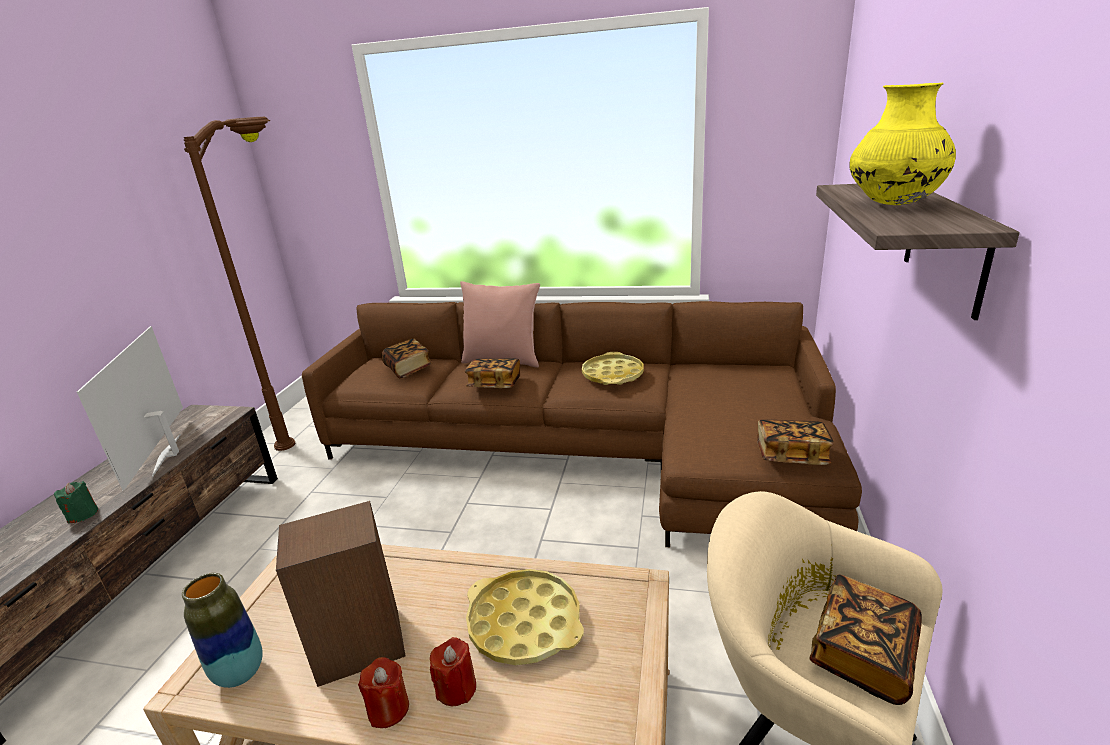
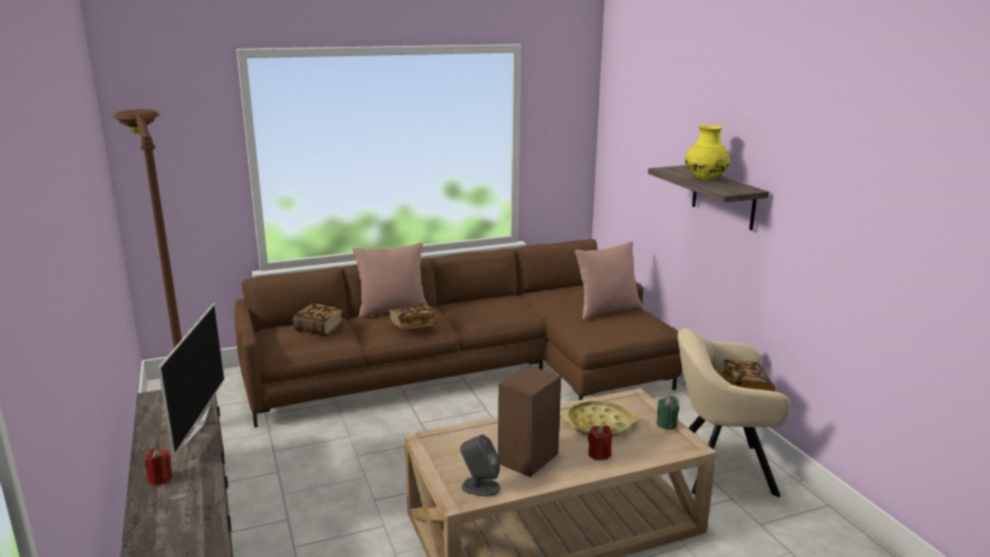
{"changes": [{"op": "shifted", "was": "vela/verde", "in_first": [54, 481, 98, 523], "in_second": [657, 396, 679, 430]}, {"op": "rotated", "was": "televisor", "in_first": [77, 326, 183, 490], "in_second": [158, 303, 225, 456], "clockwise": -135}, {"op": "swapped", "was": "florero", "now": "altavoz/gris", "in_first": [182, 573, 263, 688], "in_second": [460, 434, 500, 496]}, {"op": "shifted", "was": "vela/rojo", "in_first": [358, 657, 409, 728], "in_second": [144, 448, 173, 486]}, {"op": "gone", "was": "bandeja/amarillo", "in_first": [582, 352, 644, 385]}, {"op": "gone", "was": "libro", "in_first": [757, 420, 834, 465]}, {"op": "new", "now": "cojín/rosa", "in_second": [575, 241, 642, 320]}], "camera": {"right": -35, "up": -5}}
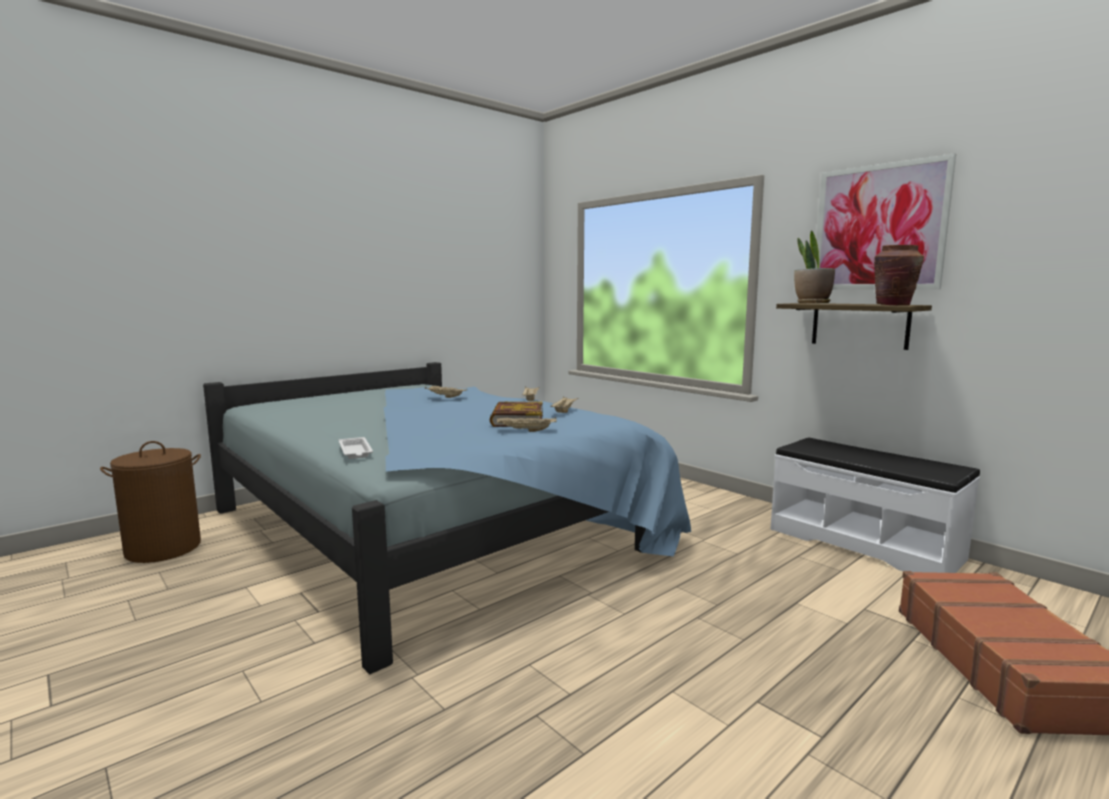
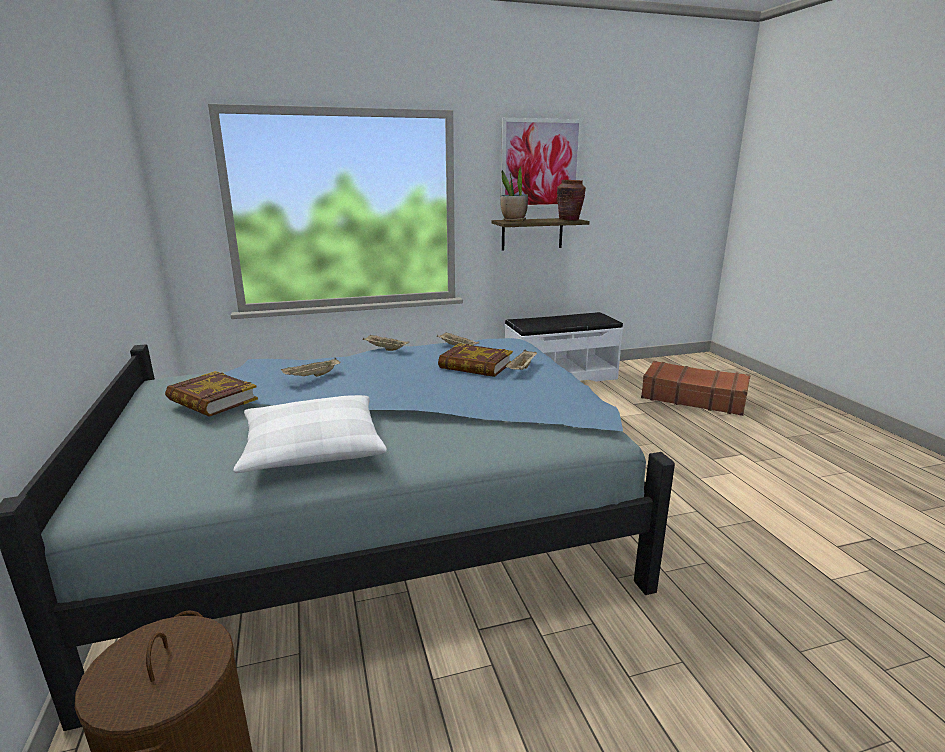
{"changes": [{"op": "gone", "was": "bandeja/blanco", "in_first": [339, 437, 373, 459]}, {"op": "new", "now": "libro", "in_second": [165, 371, 258, 417]}, {"op": "new", "now": "cojín/blanco", "in_second": [233, 395, 387, 473]}], "camera": {"right": -65, "up": 10}}
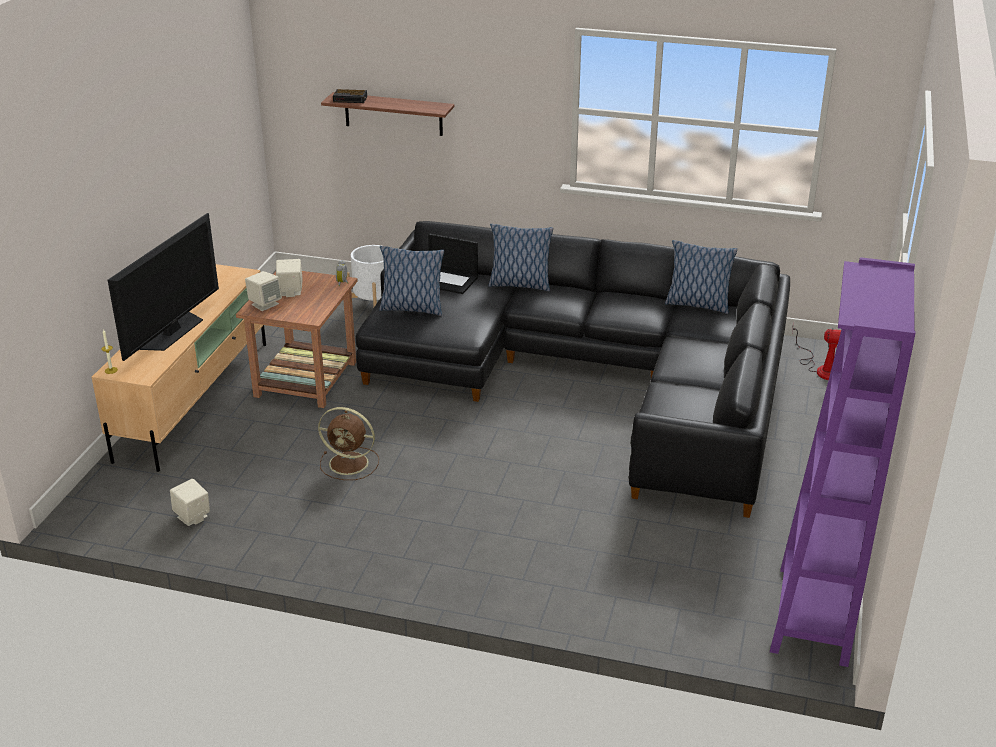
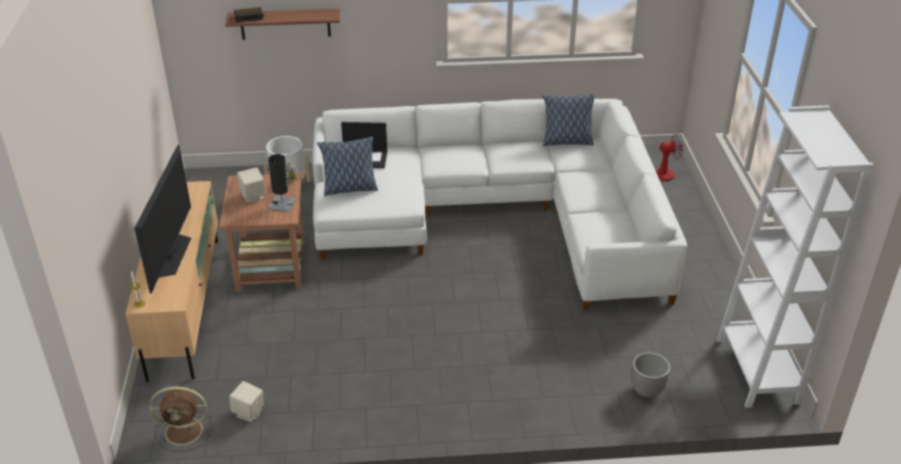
{"changes": [{"op": "gone", "was": "altavoz/beis", "in_first": [245, 271, 282, 311]}, {"op": "shifted", "was": "ventilador/marrón", "in_first": [318, 407, 379, 480], "in_second": [150, 386, 212, 452]}, {"op": "repainted", "was": "sofá/negro", "now": "sofá/blanco", "in_first": [355, 221, 790, 518], "in_second": [313, 99, 687, 310]}, {"op": "gone", "was": "cojín", "in_first": [488, 224, 553, 291]}, {"op": "repainted", "was": "estantería/morado", "now": "estantería/blanco", "in_first": [770, 257, 915, 667], "in_second": [717, 106, 874, 408]}, {"op": "new", "now": "lámpara de mesa/negro", "in_second": [268, 154, 296, 212]}, {"op": "new", "now": "maceta", "in_second": [631, 352, 670, 398]}], "camera": {"right": -20, "up": 5}}
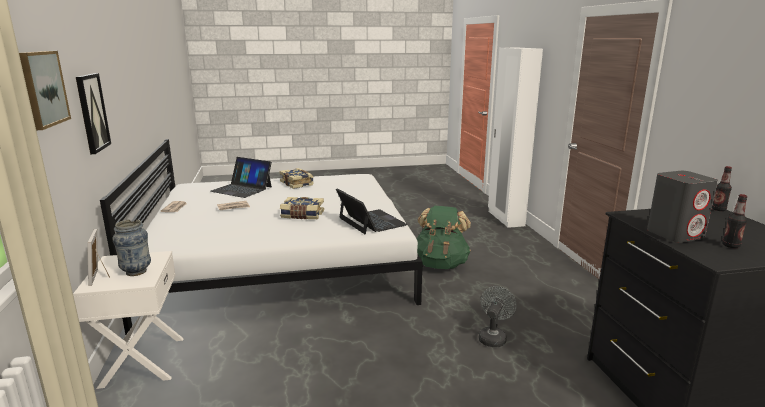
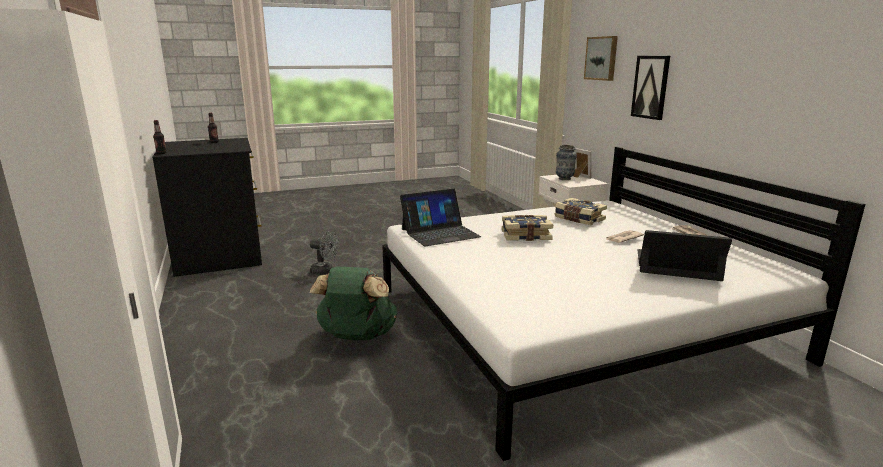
{"changes": [{"op": "shifted", "was": "libro", "in_first": [279, 168, 314, 189], "in_second": [554, 198, 607, 225]}, {"op": "rotated", "was": "portátil", "in_first": [336, 188, 408, 234], "in_second": [400, 189, 481, 247], "clockwise": -75}, {"op": "rotated", "was": "ventilador/gris", "in_first": [479, 286, 516, 347], "in_second": [310, 231, 339, 275], "clockwise": -90}, {"op": "gone", "was": "altavoz/gris", "in_first": [647, 171, 718, 243]}], "camera": {"right": 170, "up": 0}}
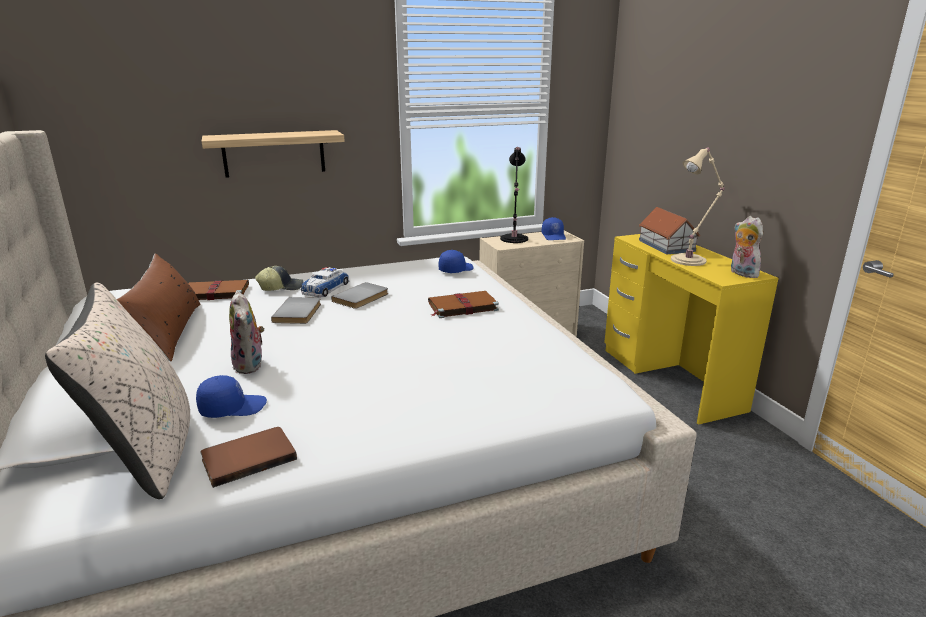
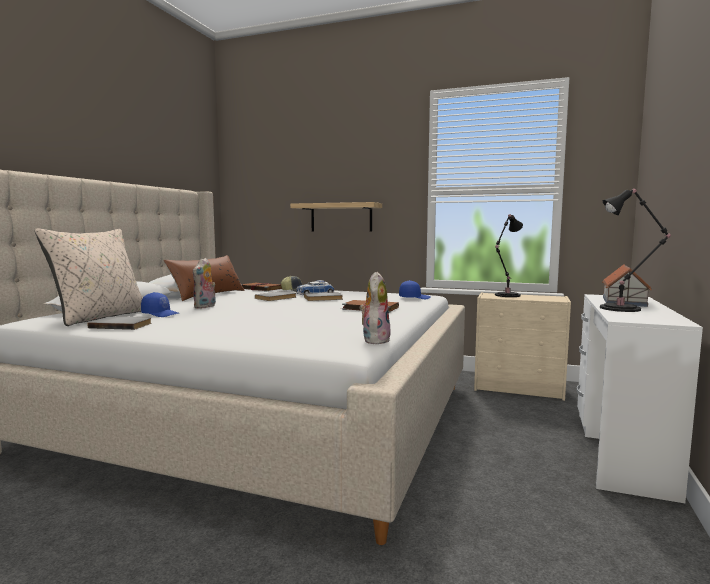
{"changes": [{"op": "repainted", "was": "libro/marrón", "now": "libro/gris", "in_first": [200, 427, 297, 488], "in_second": [87, 316, 152, 330]}, {"op": "gone", "was": "gorra/azul", "in_first": [542, 217, 566, 240]}, {"op": "repainted", "was": "escritorio/amarillo", "now": "escritorio/blanco", "in_first": [604, 234, 779, 425], "in_second": [577, 294, 703, 503]}, {"op": "repainted", "was": "lámpara de mesa/beis", "now": "lámpara de mesa/negro", "in_first": [671, 147, 725, 266], "in_second": [600, 189, 671, 312]}, {"op": "shifted", "was": "peluche", "in_first": [731, 216, 763, 278], "in_second": [360, 272, 391, 344]}], "camera": {"right": 40, "up": -15}}
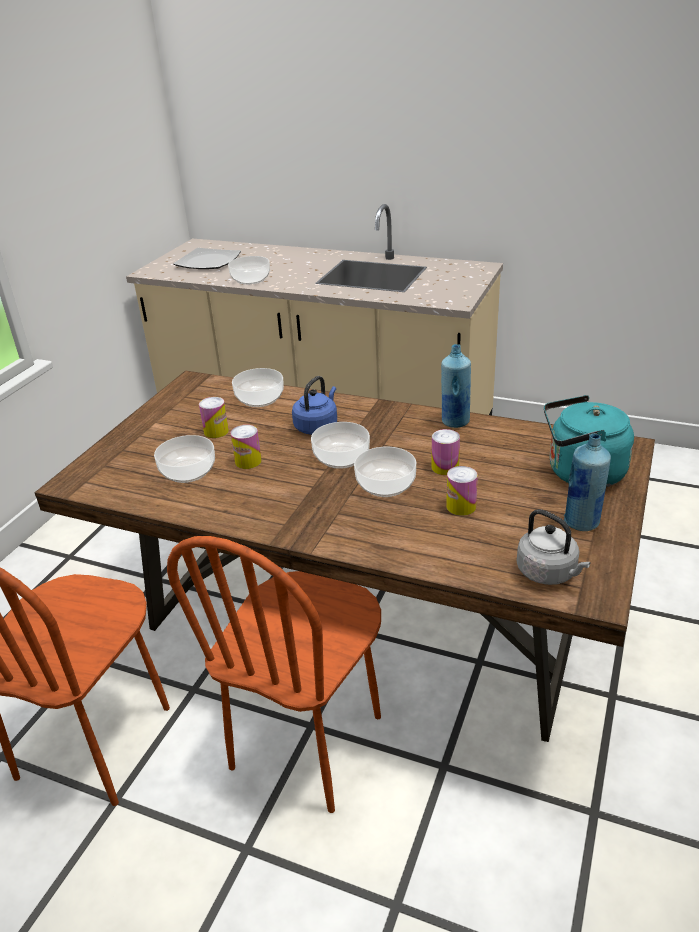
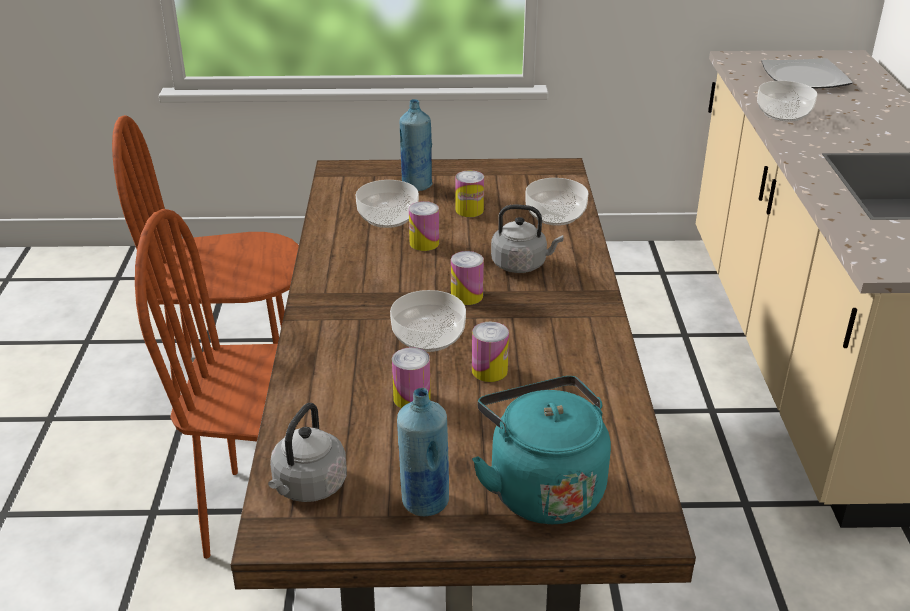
{"changes": [{"op": "repainted", "was": "hervidor/azul", "now": "hervidor/gris", "in_first": [292, 376, 337, 435], "in_second": [491, 205, 563, 273]}, {"op": "swapped", "was": "cuenco", "now": "lata", "in_first": [311, 422, 370, 469], "in_second": [451, 251, 484, 305]}, {"op": "shifted", "was": "botella/azul", "in_first": [441, 344, 471, 428], "in_second": [400, 99, 432, 191]}], "camera": {"right": 65, "up": 0}}
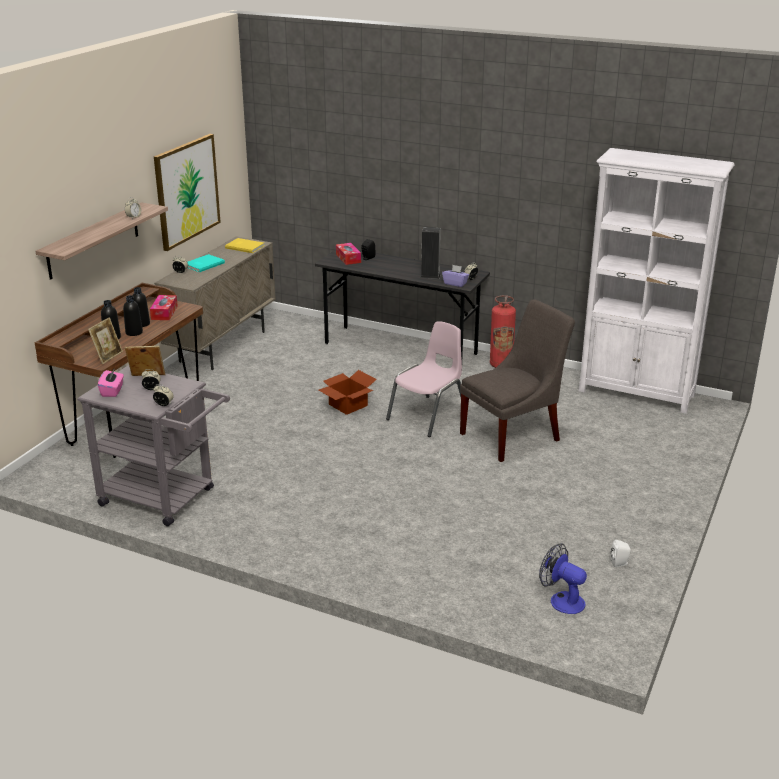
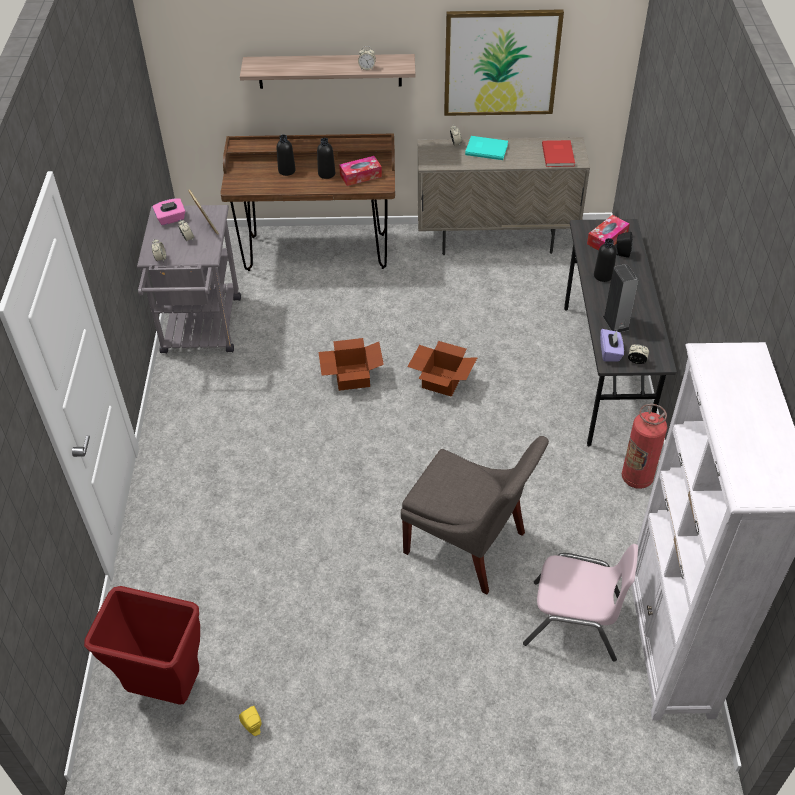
{"changes": [{"op": "gone", "was": "portarretratos", "in_first": [88, 317, 123, 364]}, {"op": "shifted", "was": "botella/negro", "in_first": [123, 295, 143, 336], "in_second": [594, 238, 616, 282]}, {"op": "repainted", "was": "libro/amarillo", "now": "libro/rojo", "in_first": [225, 238, 264, 253], "in_second": [542, 140, 575, 167]}, {"op": "shifted", "was": "silla/rosa", "in_first": [386, 321, 462, 437], "in_second": [523, 544, 638, 662]}, {"op": "swapped", "was": "ventilador", "now": "papelera/rojo", "in_first": [539, 543, 587, 614], "in_second": [84, 586, 200, 705]}, {"op": "repainted", "was": "altavoz/blanco", "now": "altavoz/amarillo", "in_first": [610, 540, 631, 567], "in_second": [239, 706, 262, 736]}, {"op": "new", "now": "caja de cartón", "in_second": [318, 338, 384, 391]}], "camera": {"right": 65, "up": 20}}
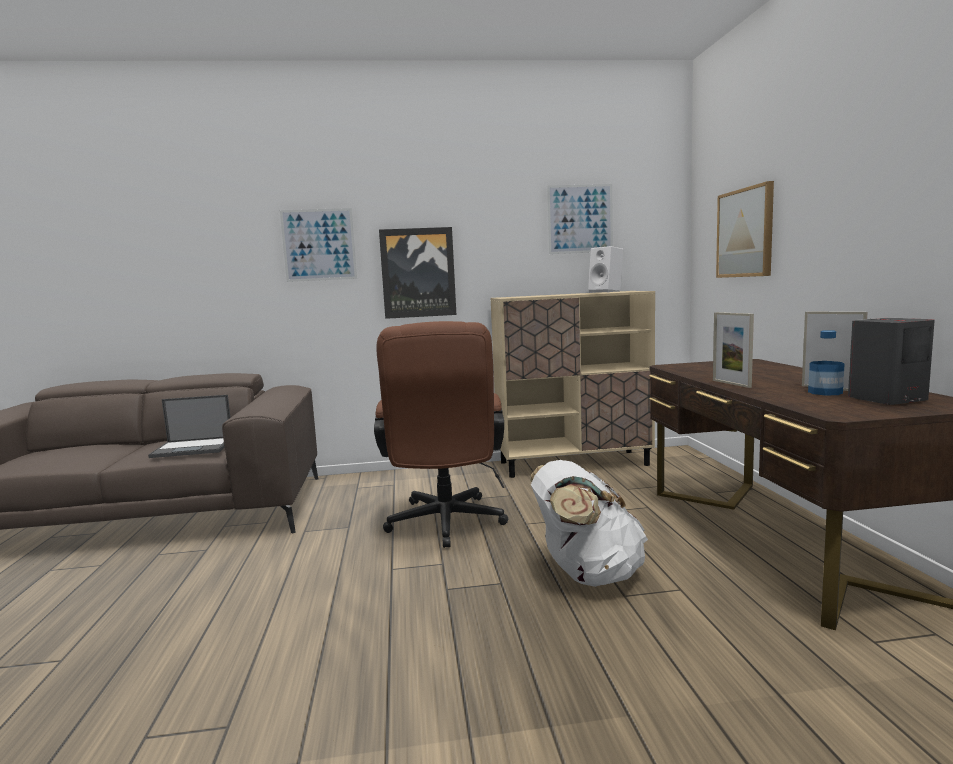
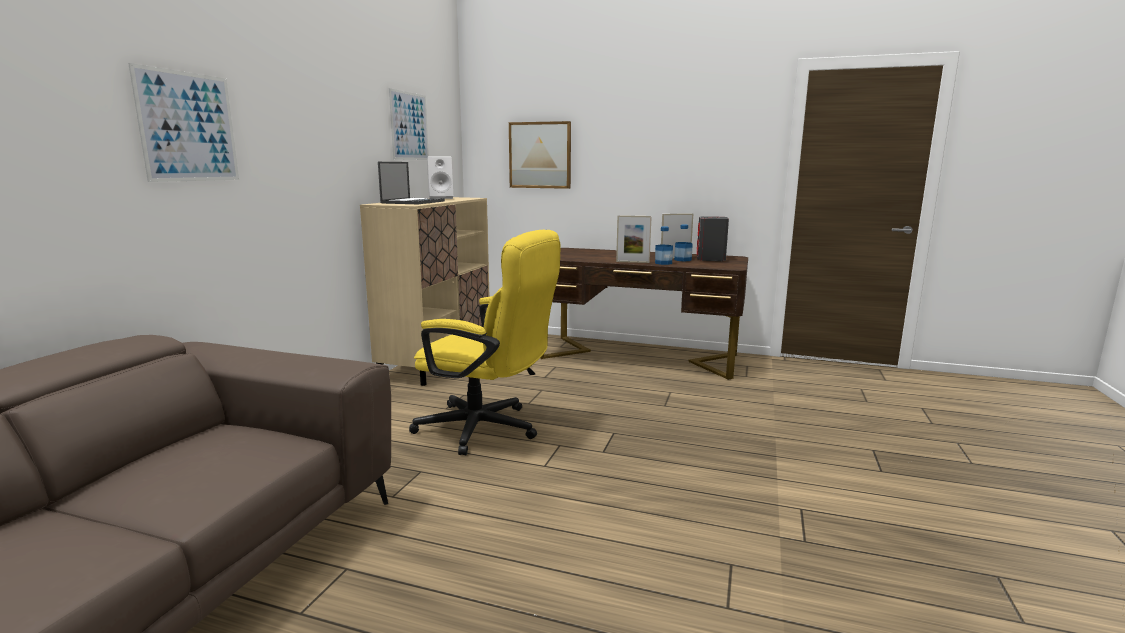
{"changes": [{"op": "shifted", "was": "portátil", "in_first": [148, 395, 231, 458], "in_second": [378, 162, 445, 204]}, {"op": "repainted", "was": "silla de oficina/marrón", "now": "silla de oficina/amarillo", "in_first": [374, 321, 508, 548], "in_second": [409, 230, 561, 455]}, {"op": "gone", "was": "cuadro", "in_first": [379, 227, 456, 319]}, {"op": "gone", "was": "mochila/blanco", "in_first": [530, 460, 648, 587]}, {"op": "new", "now": "botella", "in_second": [655, 226, 673, 265]}], "camera": {"right": -65, "up": 5}}
